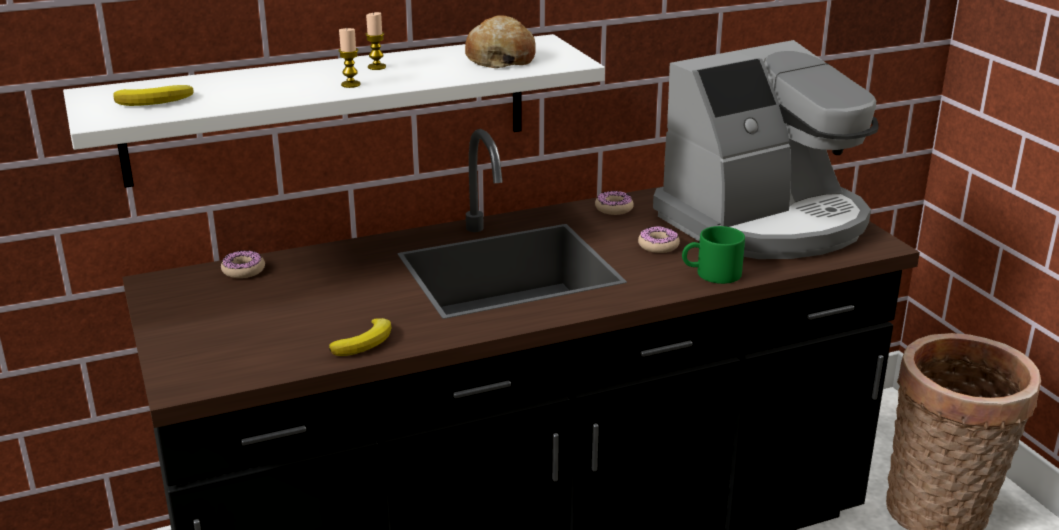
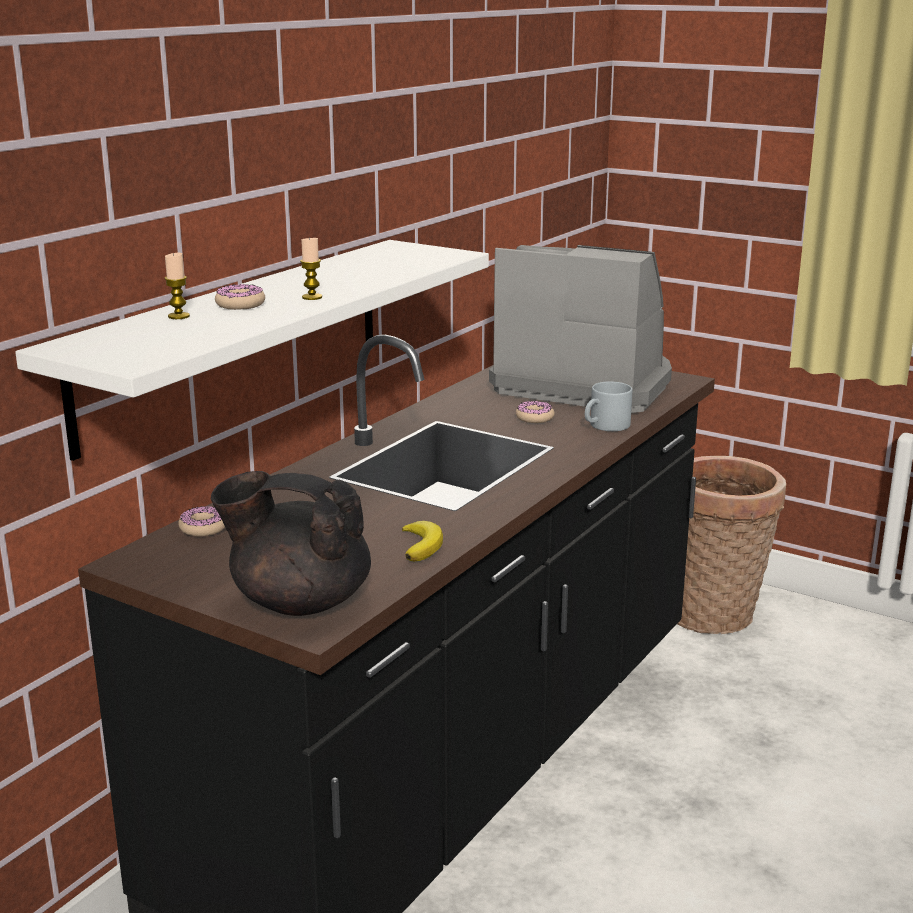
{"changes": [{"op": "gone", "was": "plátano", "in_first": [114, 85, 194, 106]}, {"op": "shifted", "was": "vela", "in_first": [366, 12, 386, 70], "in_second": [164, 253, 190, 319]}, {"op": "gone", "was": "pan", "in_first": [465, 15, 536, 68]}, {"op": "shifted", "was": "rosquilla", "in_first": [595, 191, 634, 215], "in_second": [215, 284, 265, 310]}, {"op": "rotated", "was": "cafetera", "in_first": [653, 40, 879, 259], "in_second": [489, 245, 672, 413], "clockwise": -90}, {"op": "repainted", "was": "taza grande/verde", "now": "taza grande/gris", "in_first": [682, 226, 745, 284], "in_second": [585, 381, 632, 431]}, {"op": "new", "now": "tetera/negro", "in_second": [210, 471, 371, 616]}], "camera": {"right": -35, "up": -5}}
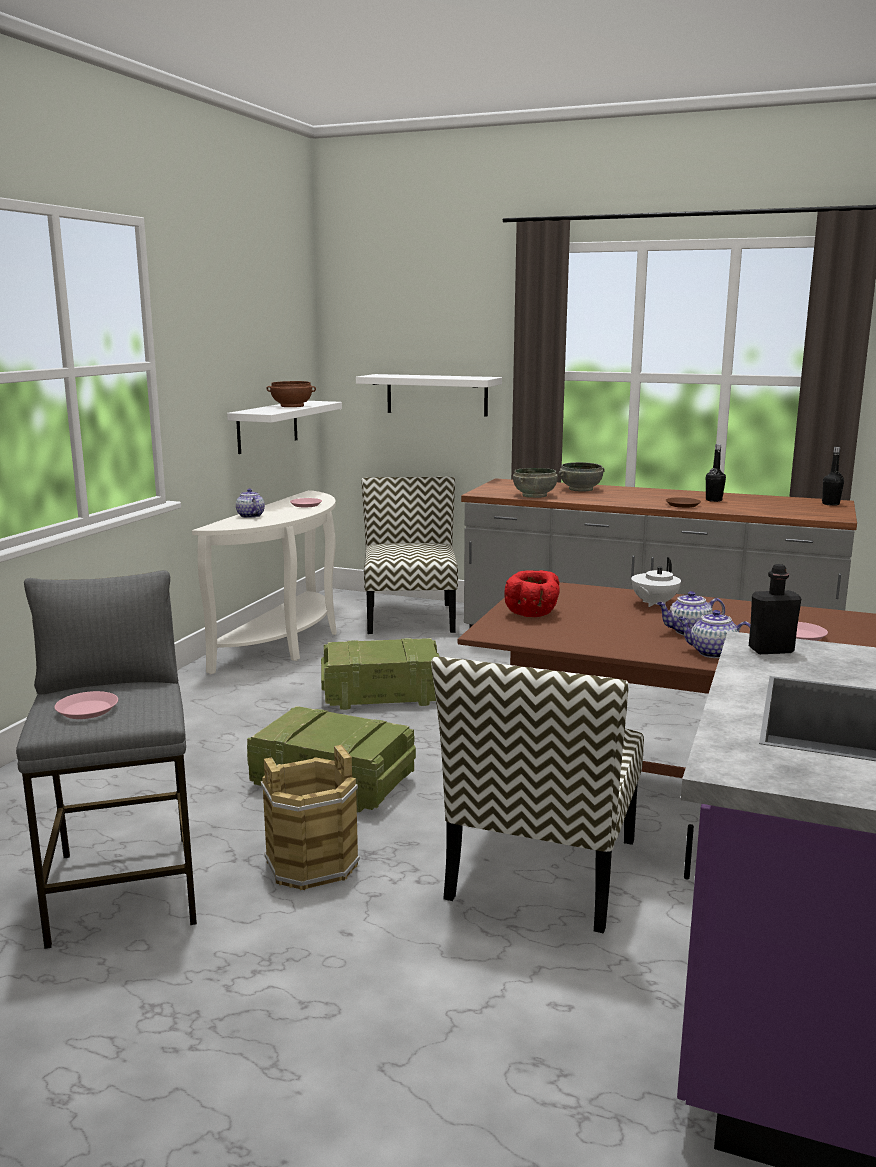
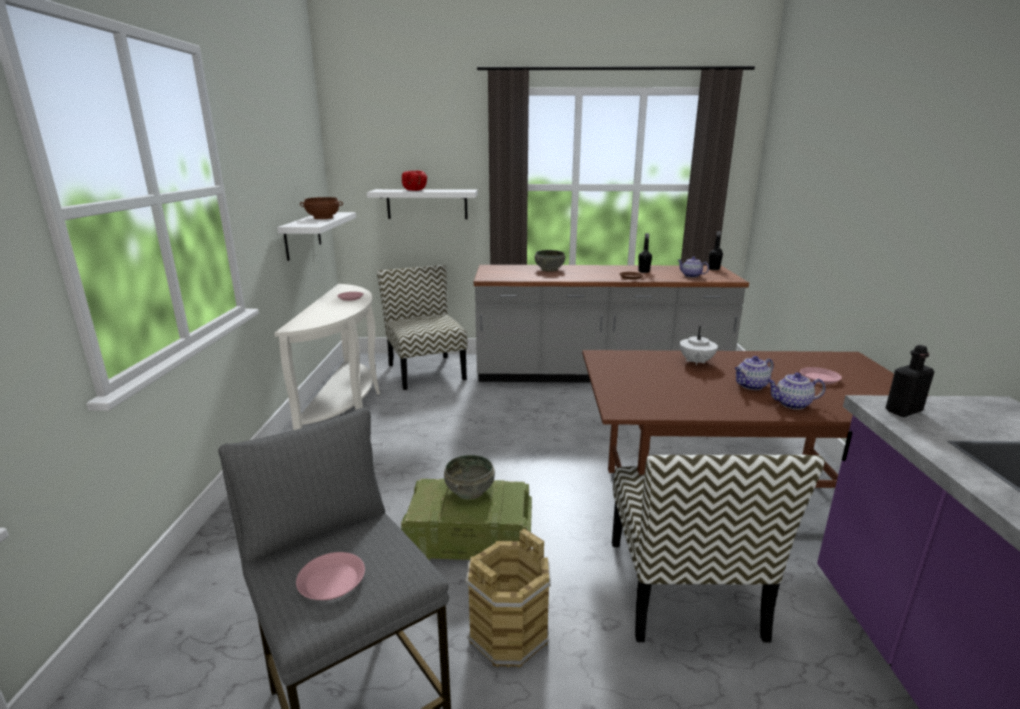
{"changes": [{"op": "shifted", "was": "tetera", "in_first": [236, 489, 265, 518], "in_second": [678, 257, 709, 278]}, {"op": "gone", "was": "caja de embalaje", "in_first": [321, 638, 440, 710]}, {"op": "shifted", "was": "cuenco/rojo", "in_first": [504, 570, 560, 617], "in_second": [402, 171, 427, 191]}, {"op": "shifted", "was": "cuenco/gris", "in_first": [513, 468, 558, 498], "in_second": [444, 455, 495, 500]}], "camera": {"right": -20, "up": 5}}
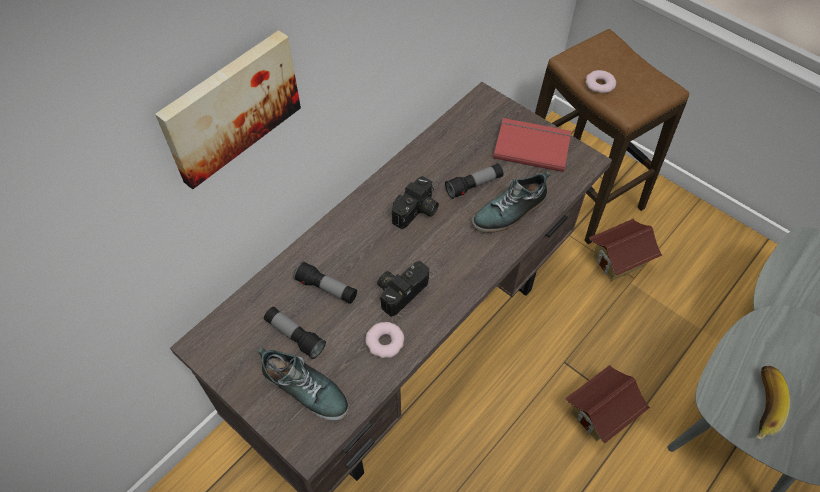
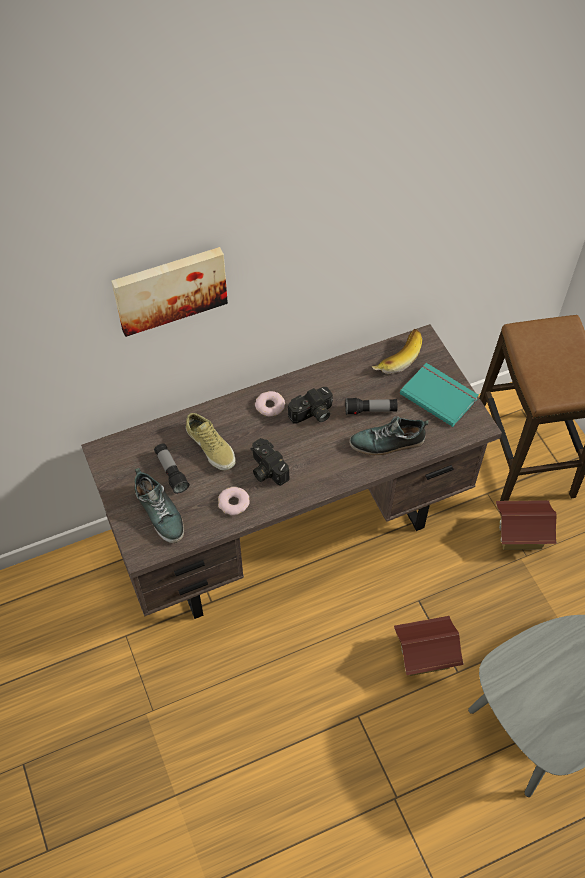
{"changes": [{"op": "swapped", "was": "linterna", "now": "zapato/beis", "in_first": [293, 261, 357, 304], "in_second": [186, 413, 236, 471]}, {"op": "rotated", "was": "cámara", "in_first": [377, 261, 429, 317], "in_second": [251, 438, 289, 486], "clockwise": -105}, {"op": "repainted", "was": "libro/rojo", "now": "libro/turquesa", "in_first": [493, 118, 571, 172], "in_second": [400, 363, 479, 427]}, {"op": "shifted", "was": "rosquilla", "in_first": [586, 70, 616, 94], "in_second": [255, 391, 285, 417]}, {"op": "shifted", "was": "plátano", "in_first": [757, 366, 790, 440], "in_second": [371, 329, 422, 374]}], "camera": {"right": 25, "up": 0}}
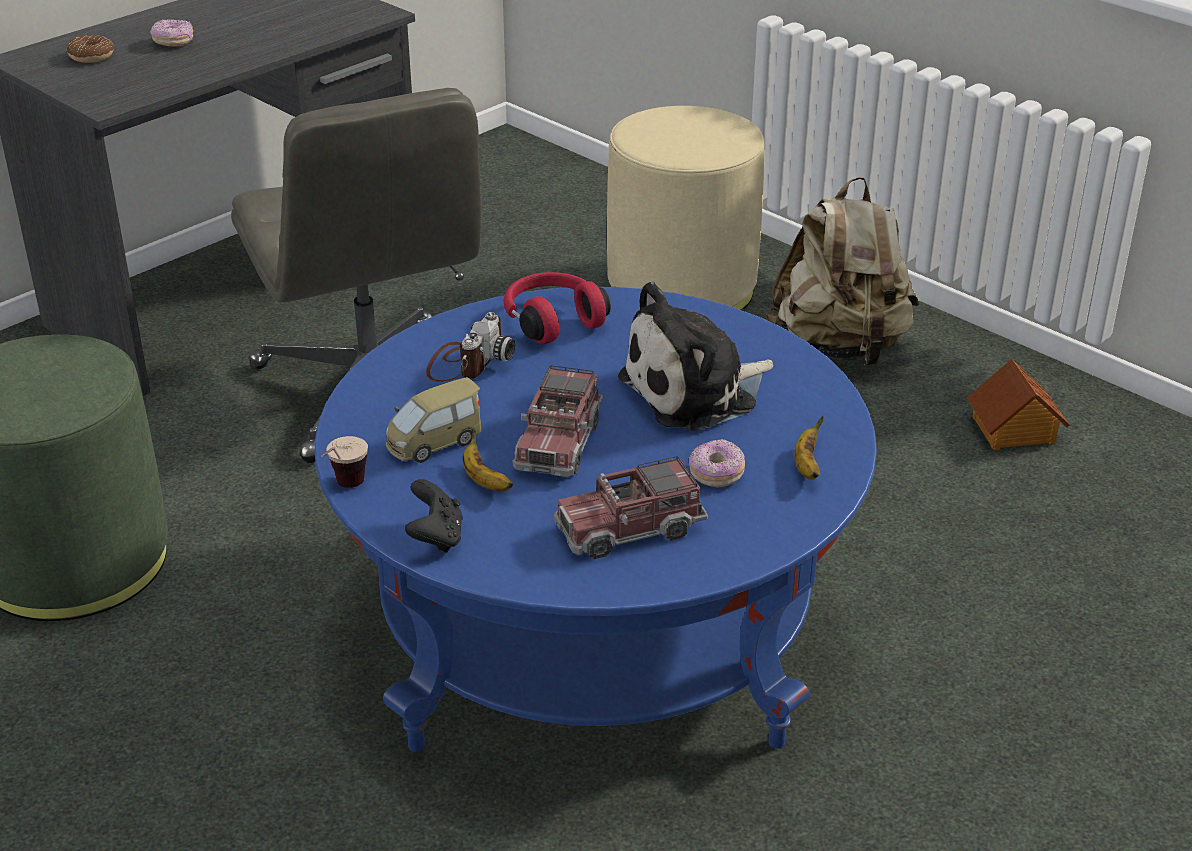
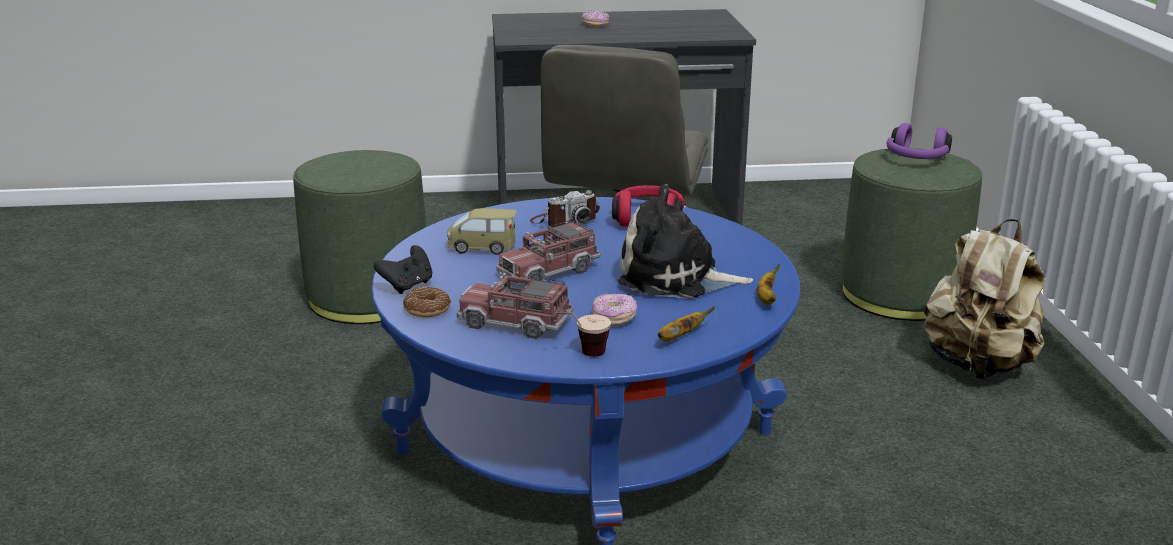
{"changes": [{"op": "shifted", "was": "rosquilla", "in_first": [67, 35, 114, 63], "in_second": [403, 287, 451, 317]}, {"op": "shifted", "was": "taza", "in_first": [321, 436, 368, 488], "in_second": [555, 312, 611, 357]}, {"op": "shifted", "was": "plátano", "in_first": [463, 429, 514, 491], "in_second": [757, 264, 780, 305]}, {"op": "repainted", "was": "puf/beis", "now": "puf/verde", "in_first": [607, 106, 765, 310], "in_second": [841, 148, 982, 321]}, {"op": "gone", "was": "casita", "in_first": [967, 358, 1070, 450]}, {"op": "new", "now": "auriculares/morado", "in_second": [887, 123, 952, 159]}], "camera": {"right": 40, "up": -10}}
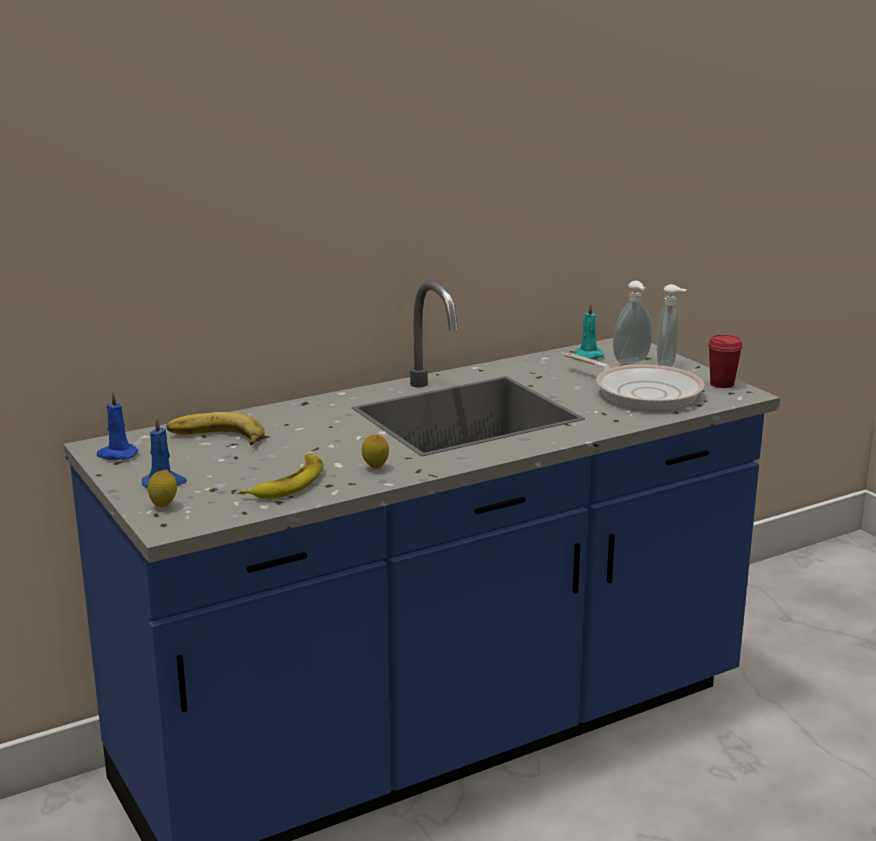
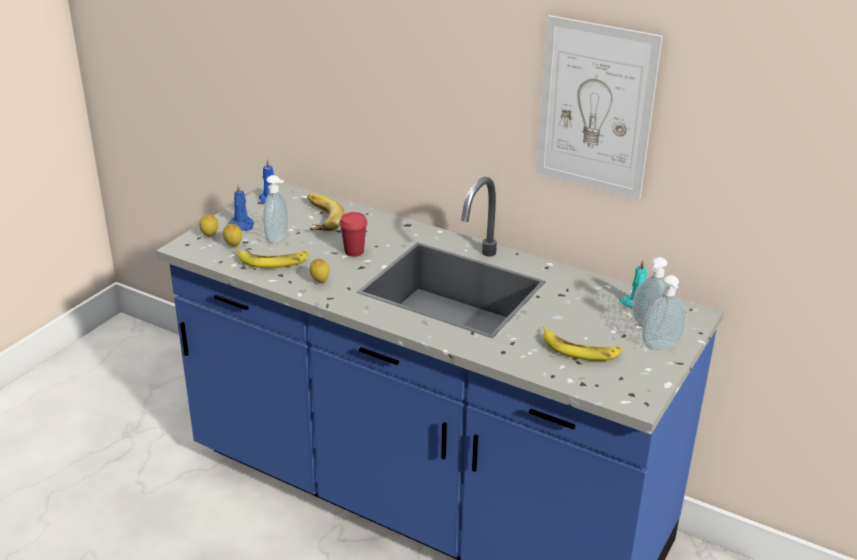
{"changes": [{"op": "swapped", "was": "sartén", "now": "plátano", "in_first": [565, 353, 704, 410], "in_second": [543, 326, 623, 361]}, {"op": "shifted", "was": "taza/rojo", "in_first": [708, 335, 743, 388], "in_second": [339, 212, 367, 257]}, {"op": "new", "now": "limón", "in_second": [223, 224, 242, 246]}, {"op": "new", "now": "dispensador de jabón", "in_second": [263, 175, 288, 244]}, {"op": "new", "now": "cuadro", "in_second": [536, 15, 663, 199]}], "camera": {"right": 60, "up": 10}}
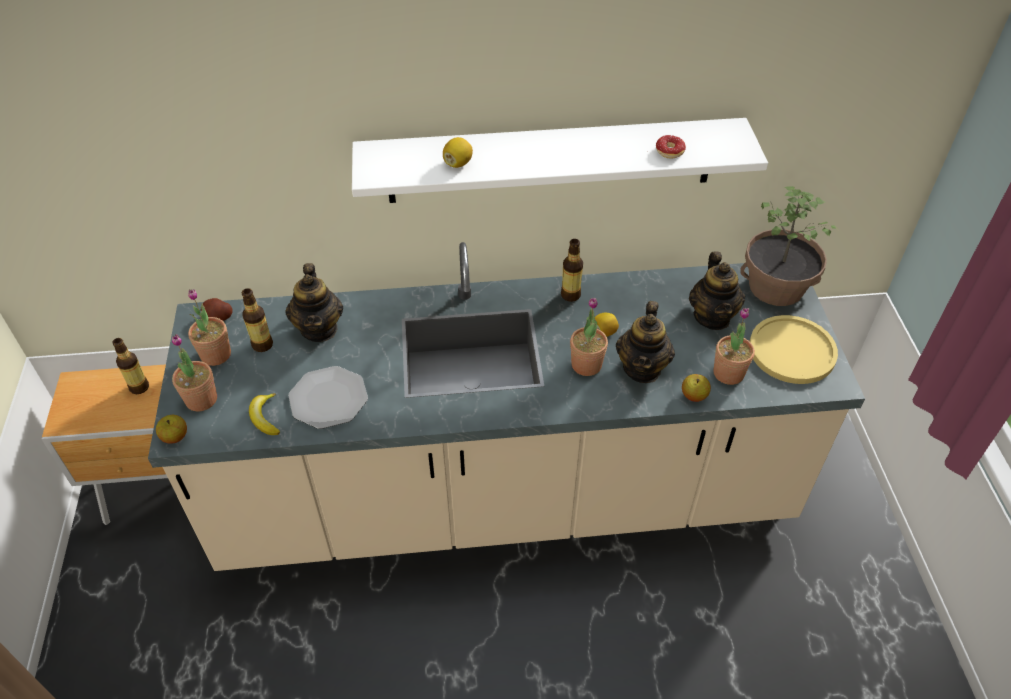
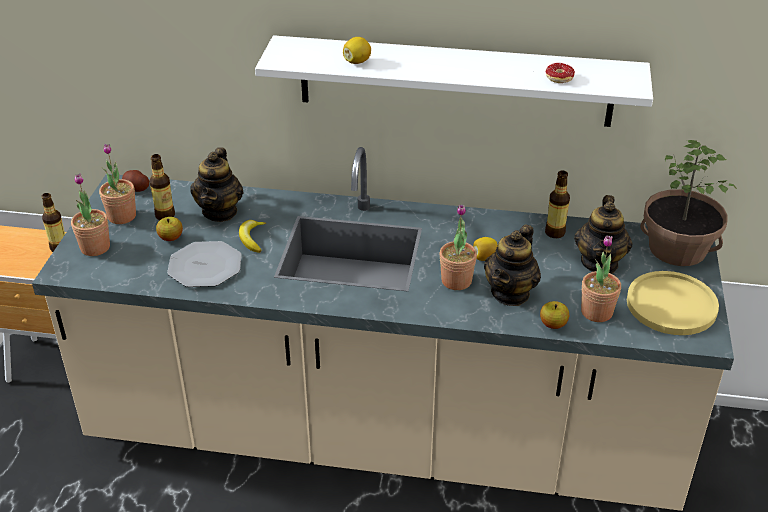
{"changes": [{"op": "shifted", "was": "manzana", "in_first": [156, 415, 187, 444], "in_second": [156, 217, 183, 241]}, {"op": "shifted", "was": "plátano", "in_first": [249, 393, 280, 435], "in_second": [239, 220, 266, 253]}, {"op": "shifted", "was": "botella", "in_first": [561, 239, 583, 302], "in_second": [545, 170, 570, 238]}], "camera": {"right": 15, "up": -10}}
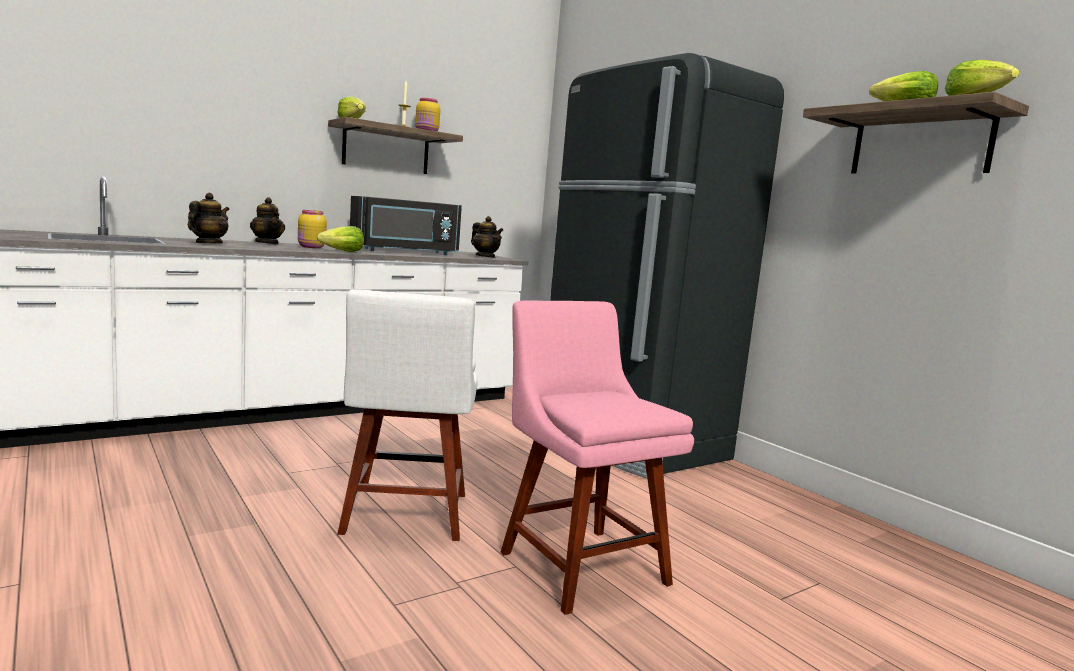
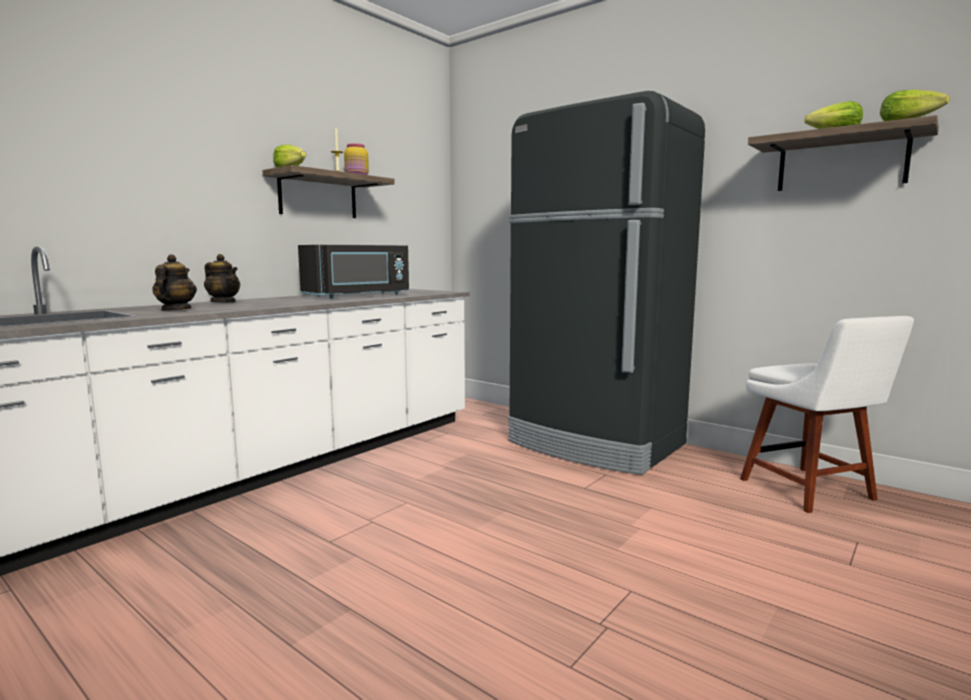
{"changes": [{"op": "gone", "was": "tarro/amarillo", "in_first": [298, 210, 327, 248]}, {"op": "gone", "was": "lechuga", "in_first": [316, 226, 364, 252]}, {"op": "shifted", "was": "silla/blanco", "in_first": [337, 290, 478, 541], "in_second": [740, 316, 914, 513]}, {"op": "gone", "was": "tetera", "in_first": [471, 216, 503, 258]}, {"op": "gone", "was": "silla/rosa", "in_first": [501, 300, 694, 615]}], "camera": {"right": -15, "up": 0}}
